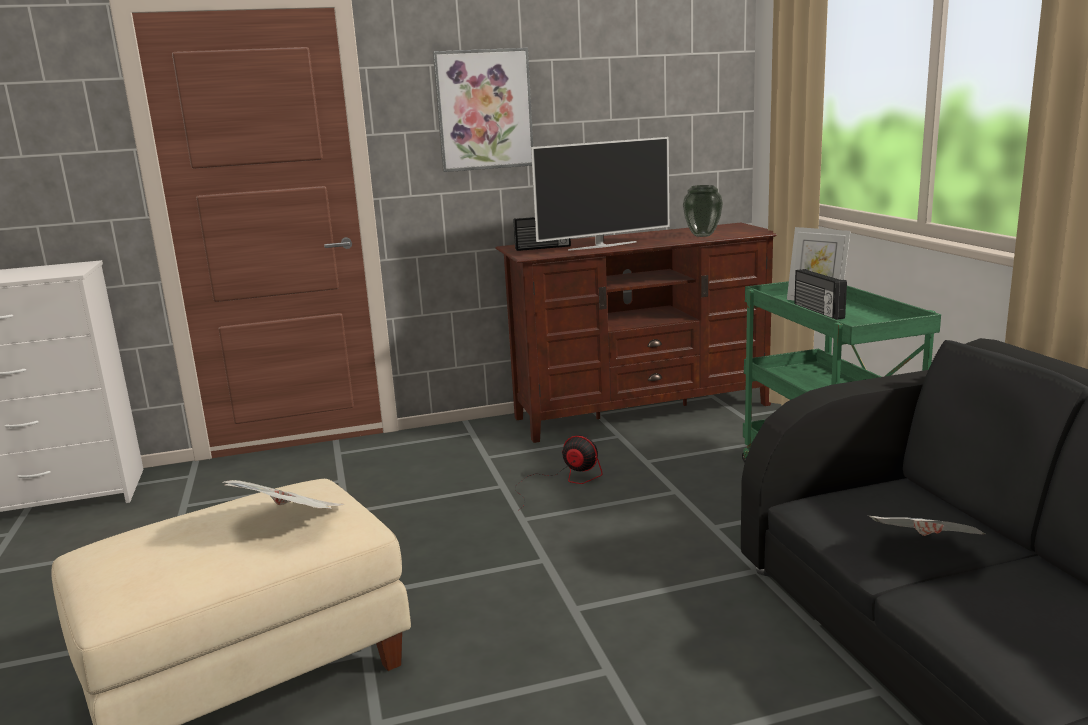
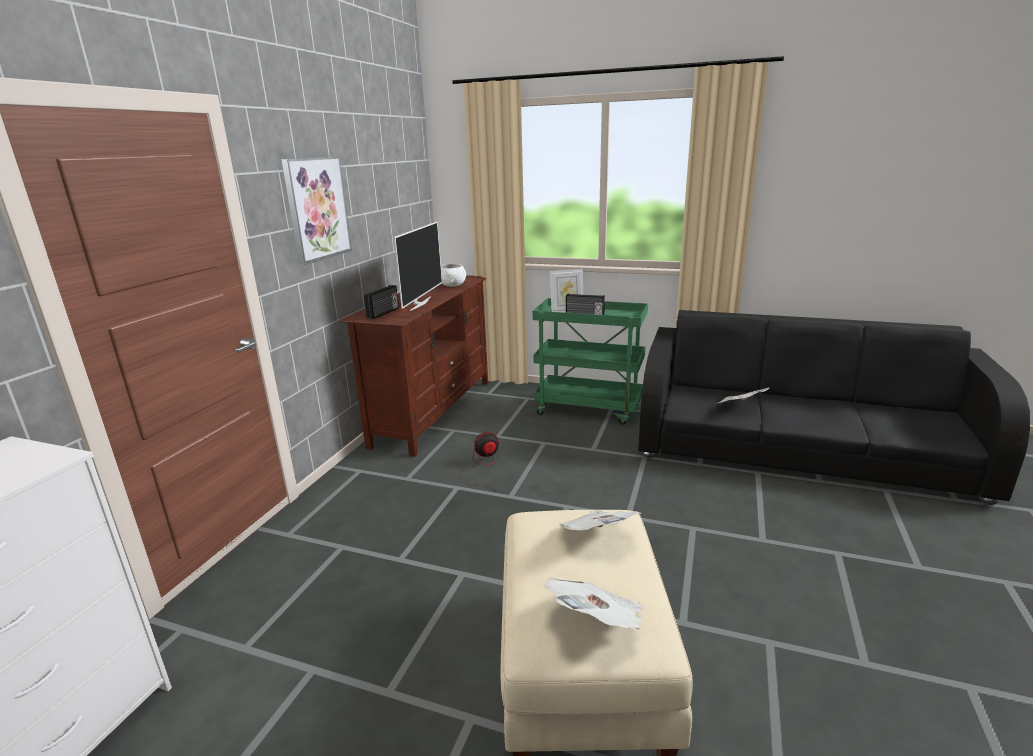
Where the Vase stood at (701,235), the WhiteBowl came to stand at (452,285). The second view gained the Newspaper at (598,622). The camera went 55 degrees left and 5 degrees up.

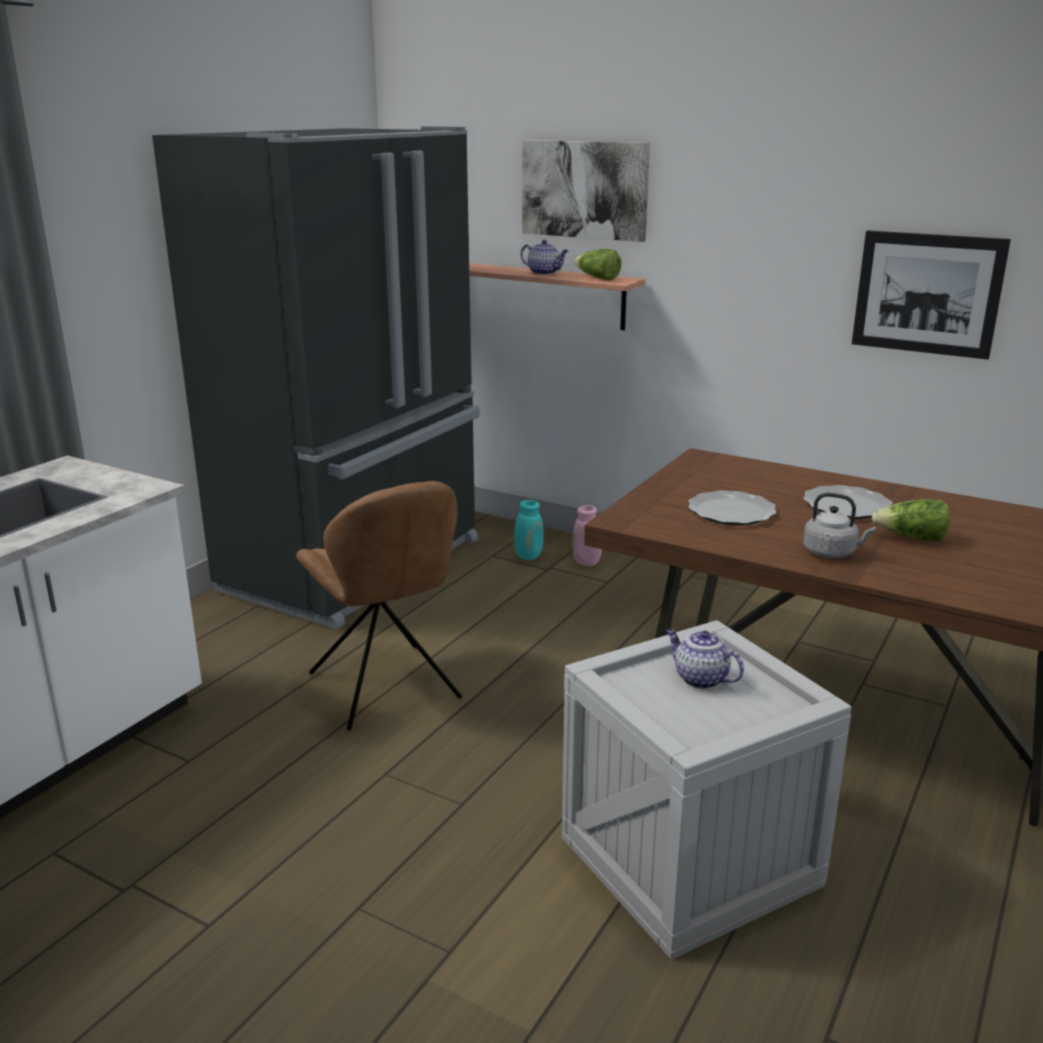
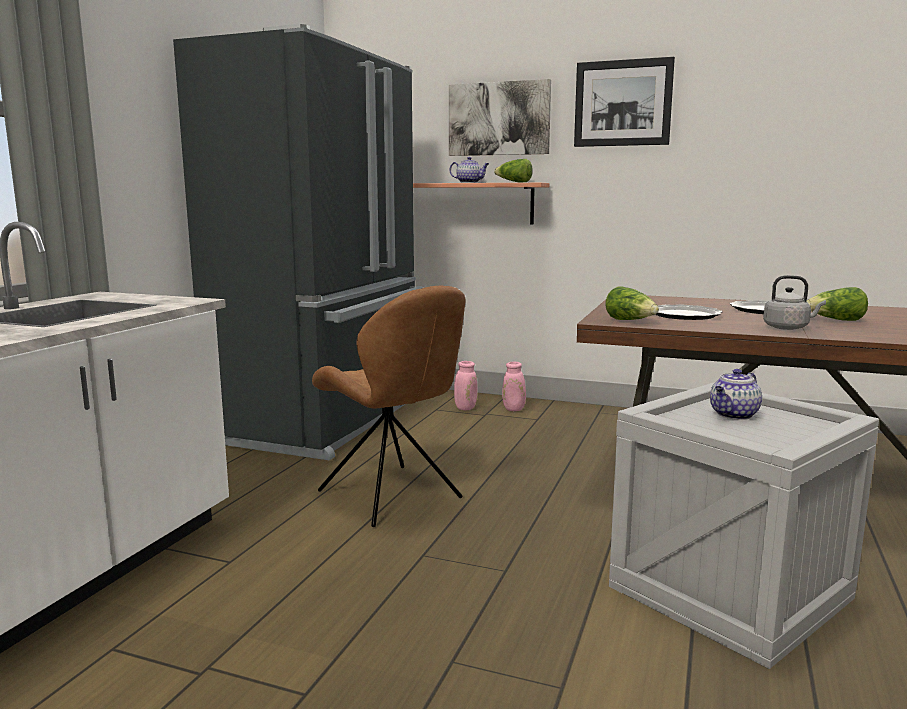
The Picture ended up elsewhere, having gone from (927,293) to (622,103). What was the TurquoiseVase at (529,556) turned into the PinkVase at (465,408). The Teapot at (699,679) ended up facing another way, 75 degrees counterclockwise from before. The second view gained the Lettuce at (631,321). The camera went 10 degrees left and 10 degrees down.

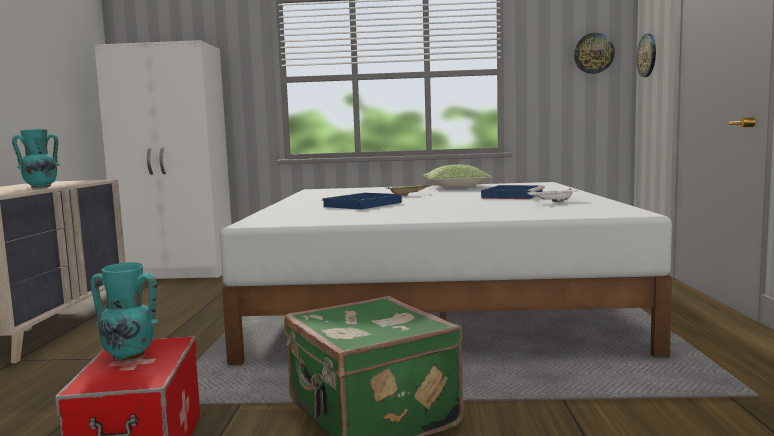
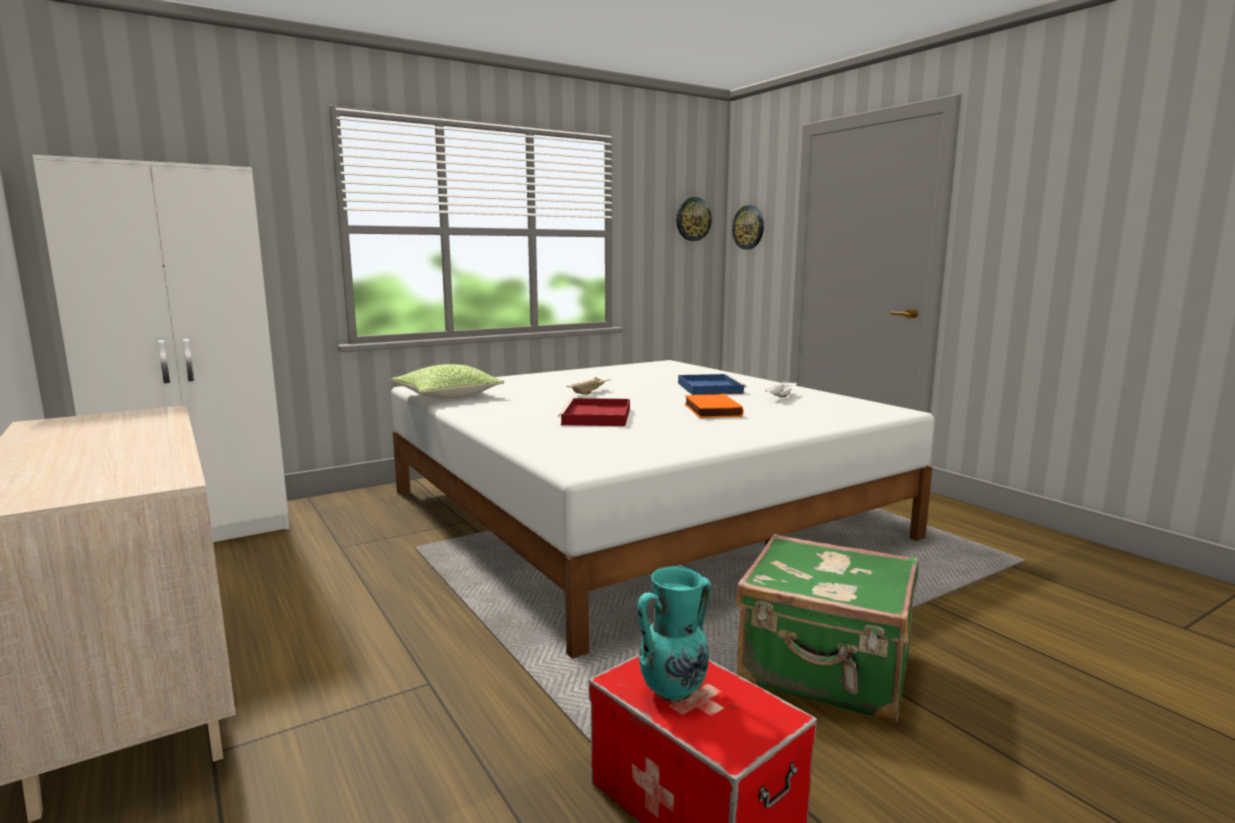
The second view lost the TurquoiseVase at (40,187). The Pillow ended up elsewhere, having gone from (456,187) to (448,396). What was the BlueTray at (362,205) turned into the RedTray at (597,417). The second view gained the OrangeBook at (710,410). The camera went 35 degrees left and 5 degrees up.

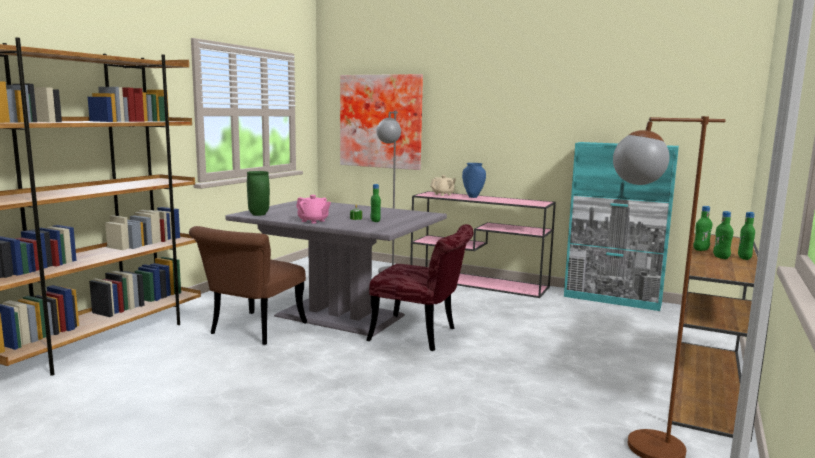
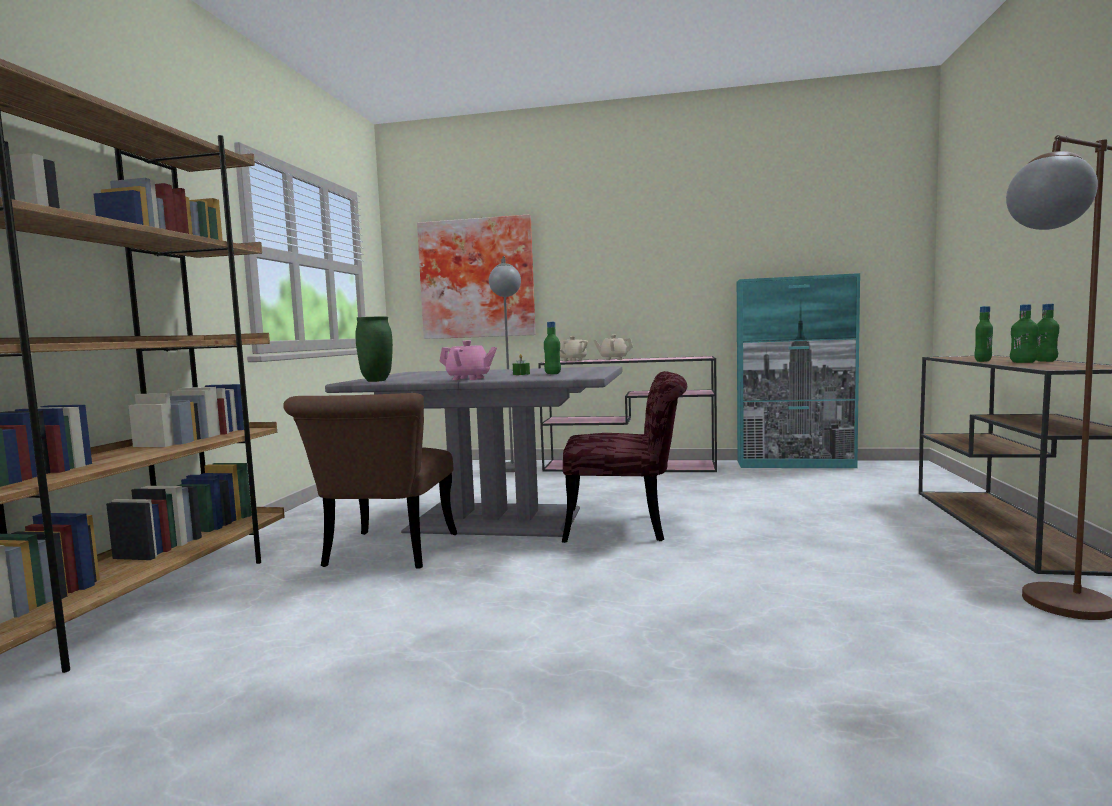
Where the BlueVase stood at (473,197), the BeigeTeapot came to stand at (613,359). The camera went 15 degrees left and 5 degrees down.

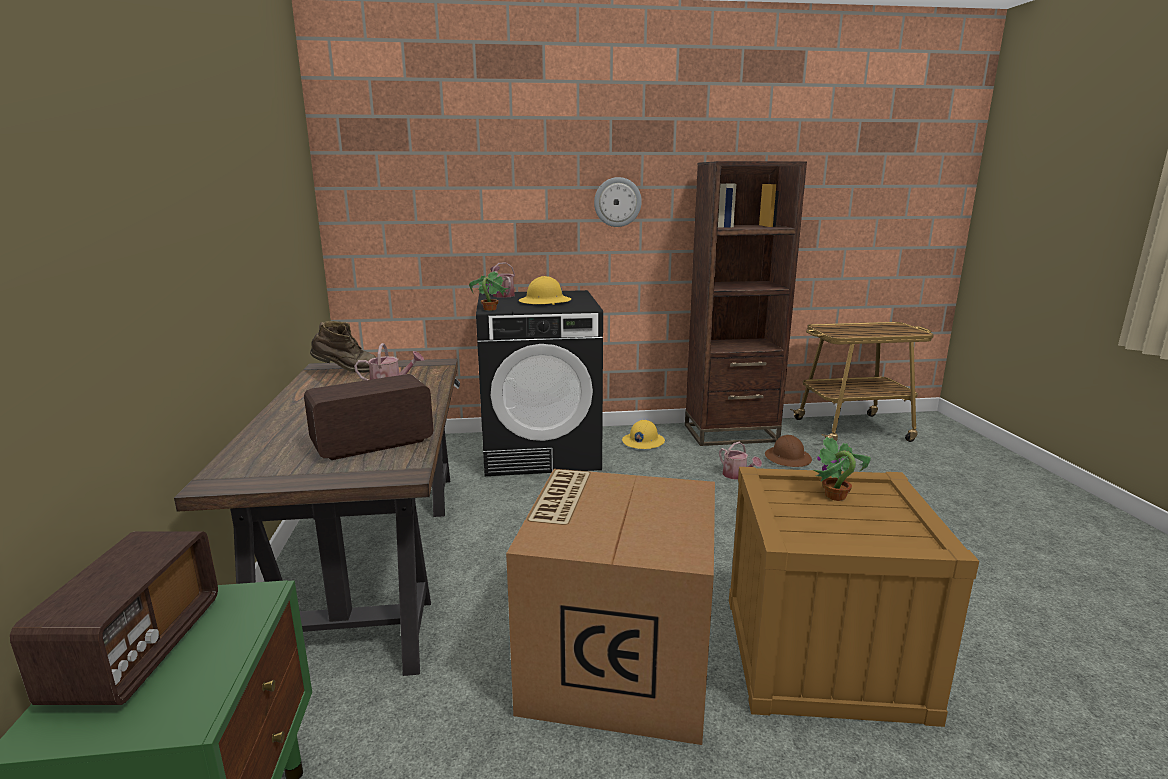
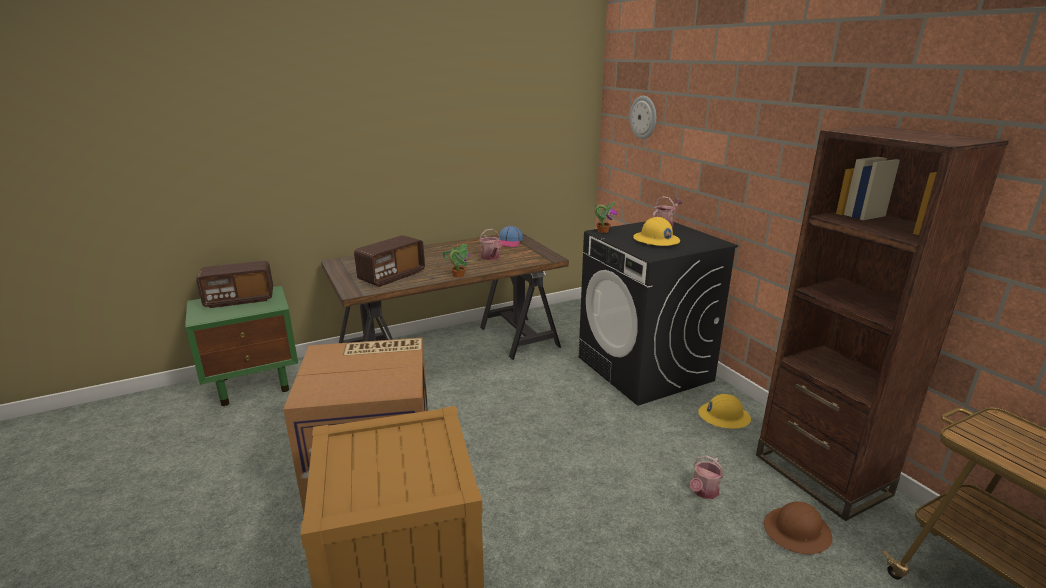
The WallClock ended up elsewhere, having gone from (617,202) to (644,117). Where the BrownBoot stood at (346,372), the Cap came to stand at (509,242). The Radio at (373,444) ended up facing another way, 90 degrees clockwise from before. The PottedPlant ended up elsewhere, having gone from (835,496) to (458,275). The camera went 70 degrees right and 5 degrees up.

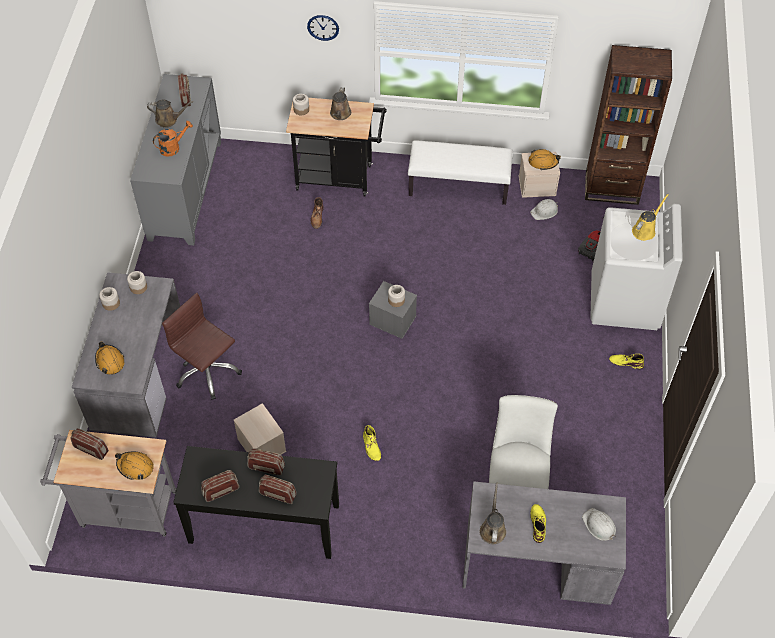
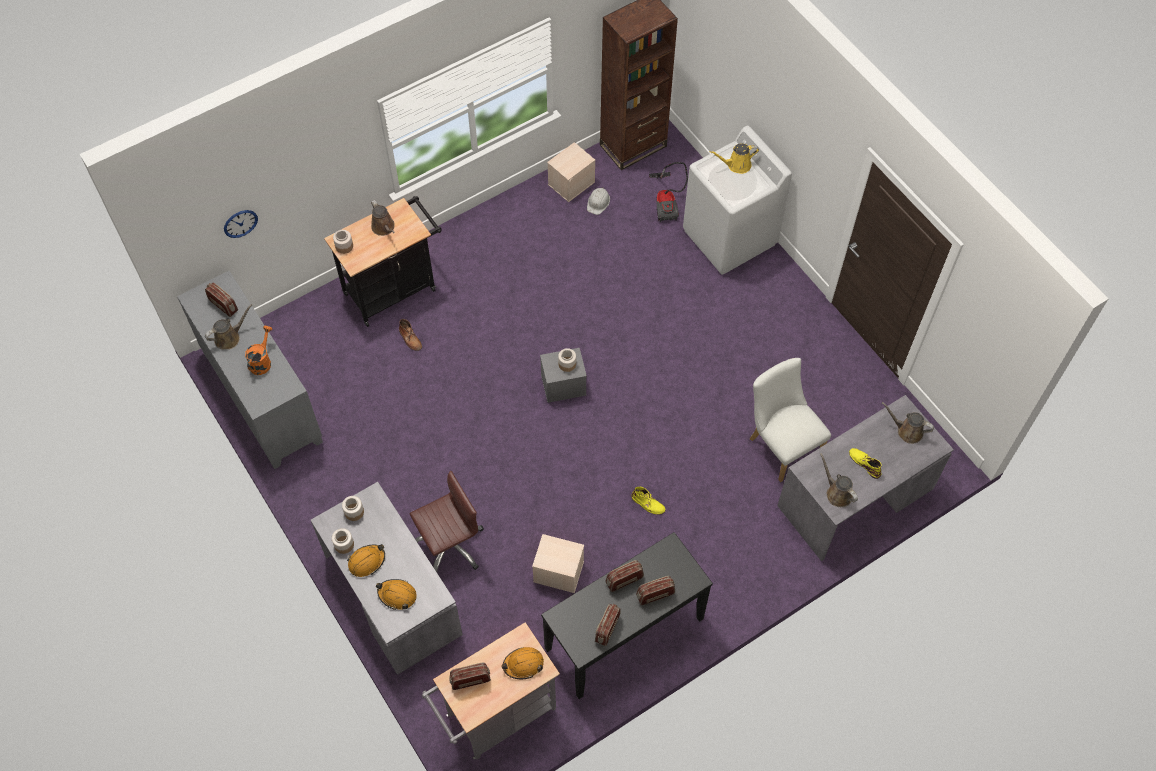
The WallClock ended up elsewhere, having gone from (323,27) to (240,223). The second view lost the WhiteBench at (459,186). The OrangeHardHat ended up elsewhere, having gone from (543,162) to (367,561). The YellowWateringCan at (645,230) ended up facing another way, 105 degrees counterclockwise from before. The BrownOfficeChair at (207,371) ended up facing another way, 150 degrees clockwise from before. The second view lost the YellowBoot at (626,362). Where the WhiteHardHat stood at (599,525), the BrownWateringCan came to stand at (907,431). The camera went 40 degrees left and 5 degrees up.

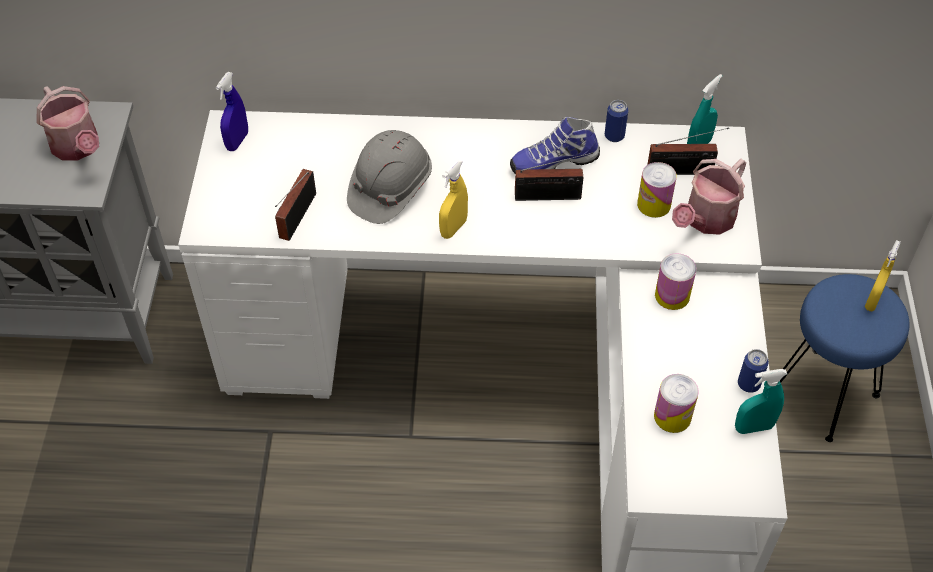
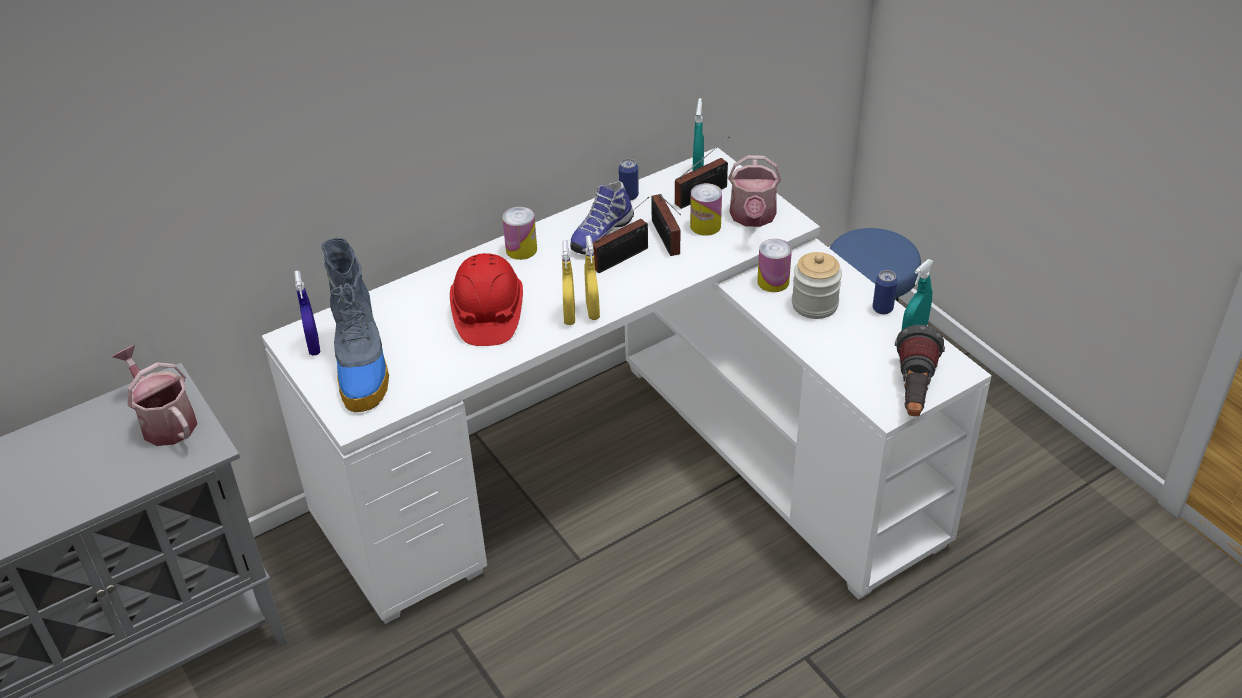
The WateringCan at (78,148) ended up facing another way, 150 degrees counterclockwise from before. What was the GreyHardHat at (389,189) turned into the RedHardHat at (487,315). The Radio ended up elsewhere, having gone from (295,218) to (666,239). The YellowSprayBottle ended up elsewhere, having gone from (872,300) to (592,310). The Can ended up elsewhere, having gone from (672,416) to (521,249). The second view gained the Boot at (362,366). The second view gained the Jar at (814,304). The second view gained the Flashlight at (914,392). The camera went 35 degrees left and 10 degrees down.

